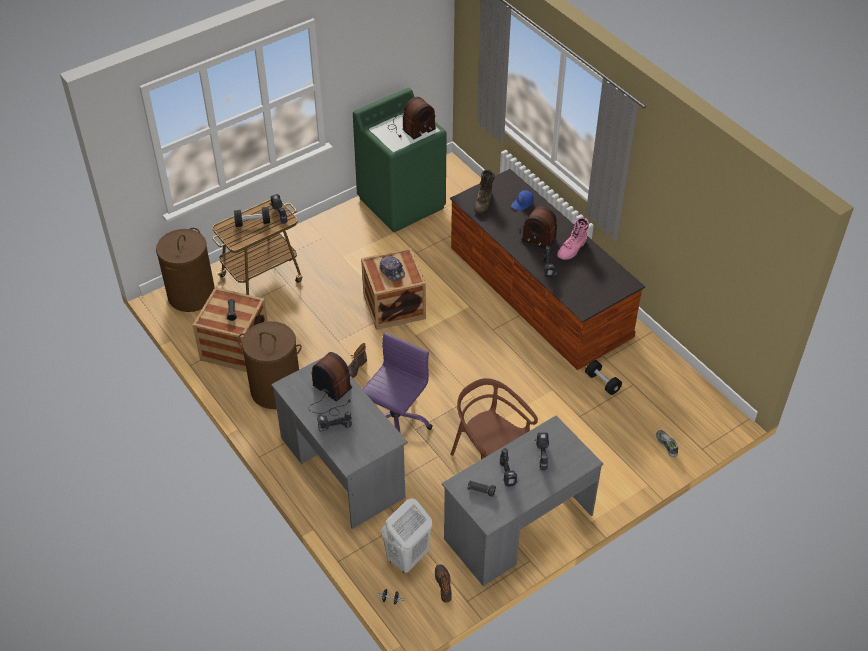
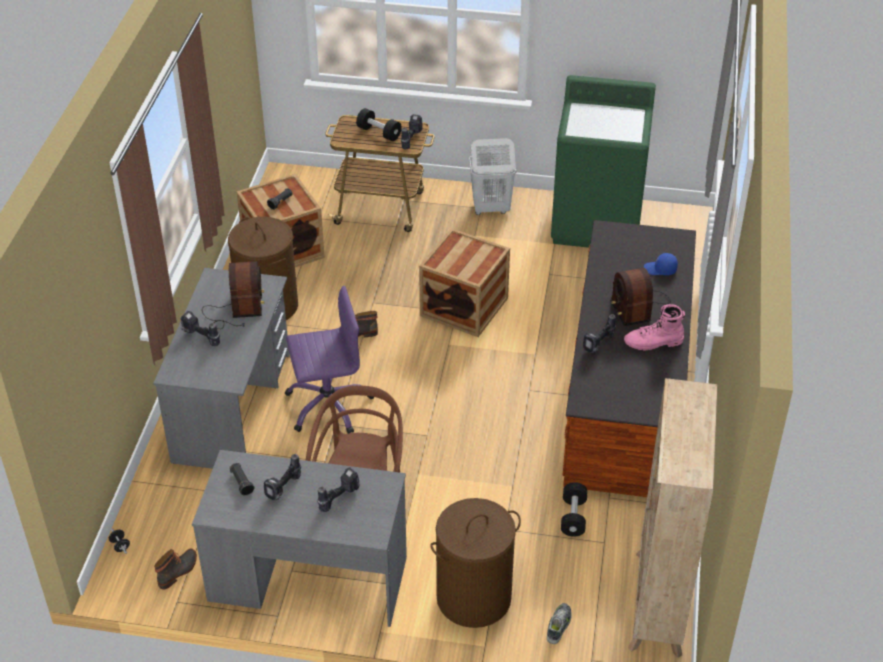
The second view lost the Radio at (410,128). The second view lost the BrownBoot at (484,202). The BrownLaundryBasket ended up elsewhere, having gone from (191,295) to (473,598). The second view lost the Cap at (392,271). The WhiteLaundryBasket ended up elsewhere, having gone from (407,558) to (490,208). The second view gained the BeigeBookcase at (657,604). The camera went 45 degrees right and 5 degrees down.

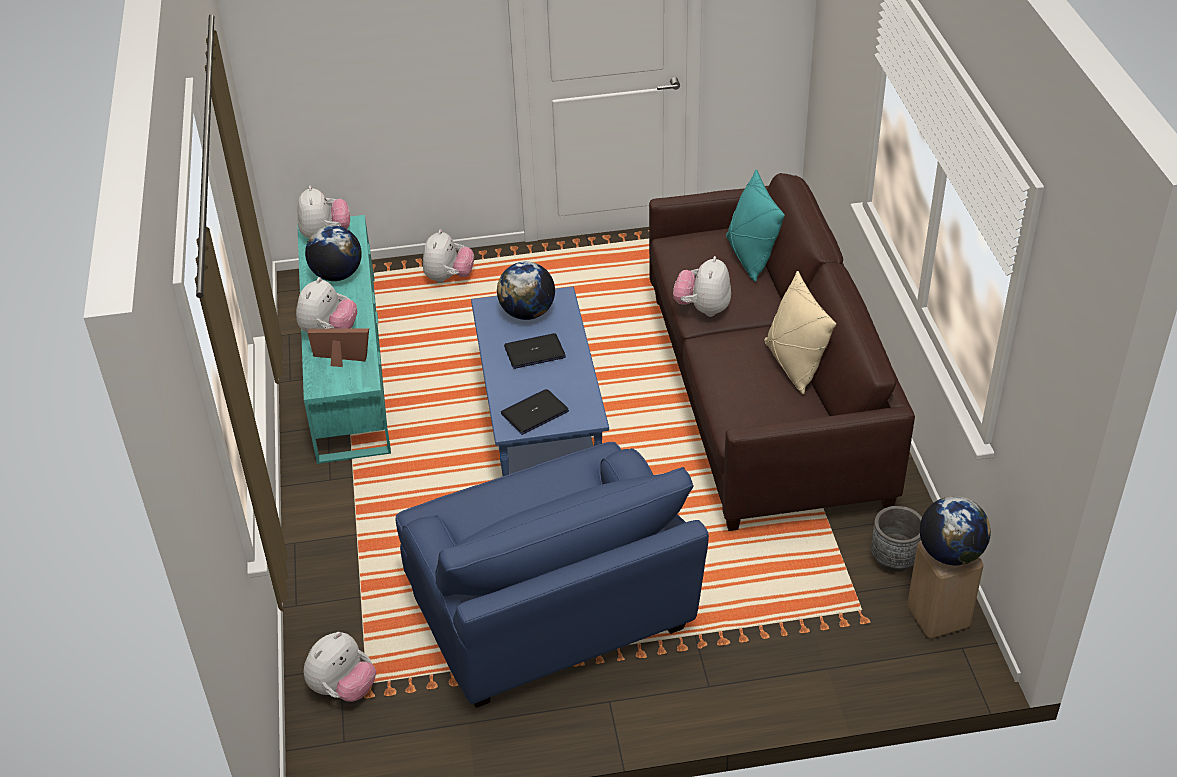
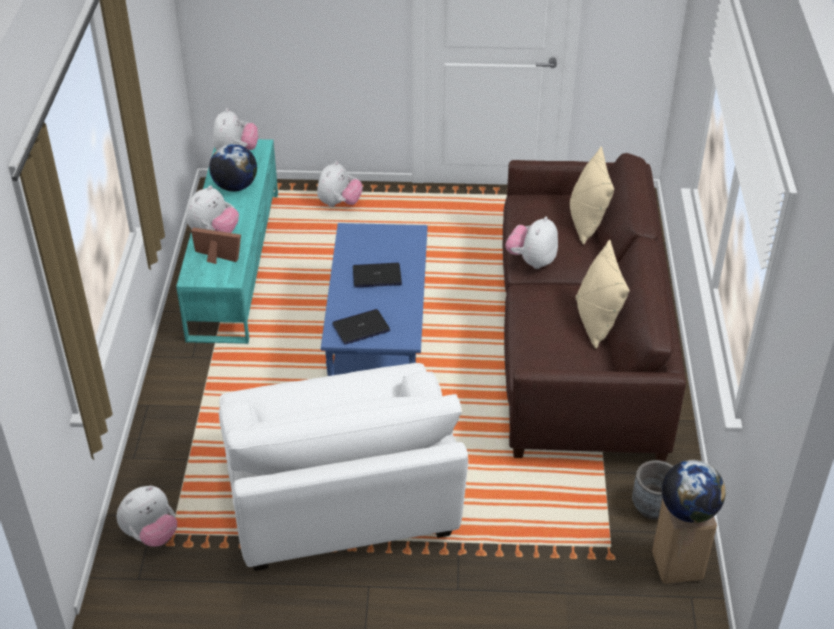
What was the TurquoisePillow at (750,257) turned into the BeigePillow at (586,223). The second view lost the Globe at (527,313). What was the BlueArmchair at (551,615) turned into the WhiteArmchair at (341,503). The camera went 10 degrees right and 0 degrees up.

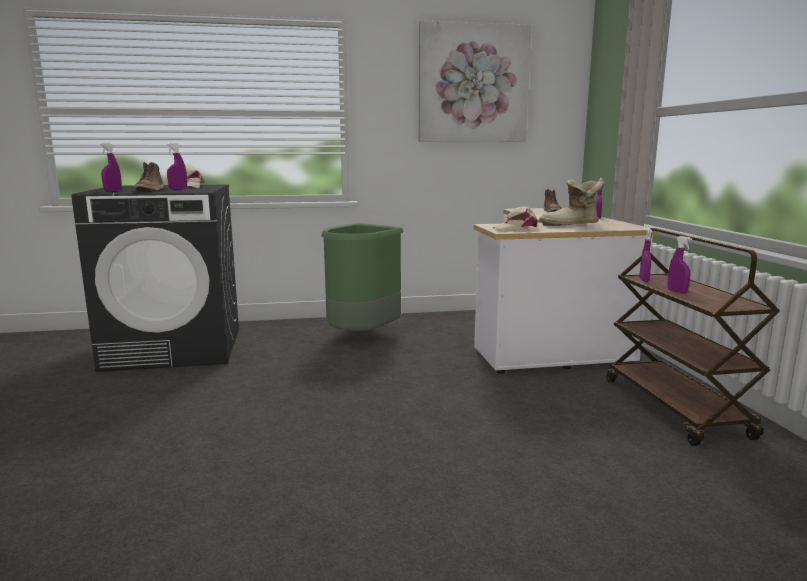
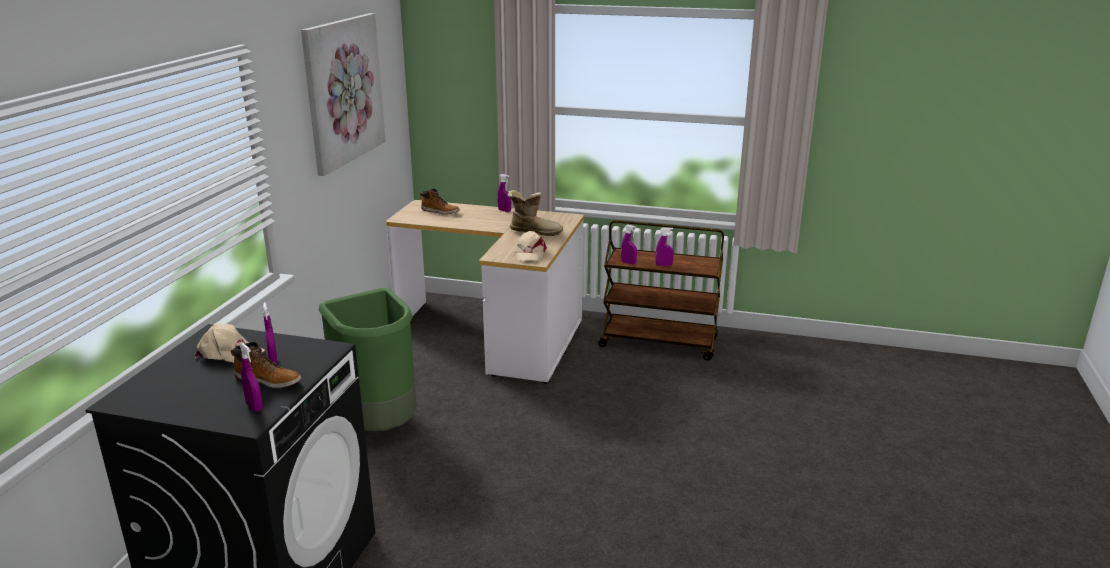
The Boot at (571,225) ended up facing another way, 105 degrees counterclockwise from before. The camera went 65 degrees left and 10 degrees up.

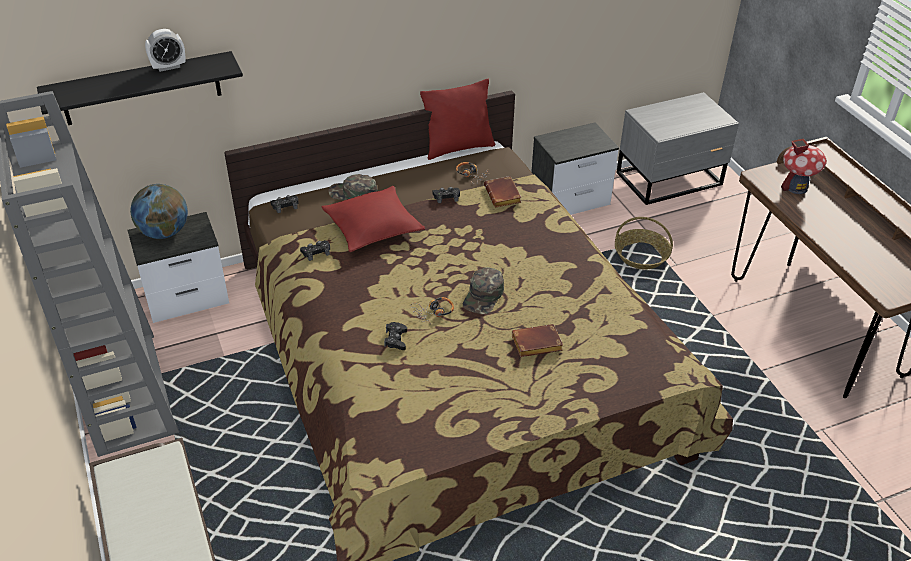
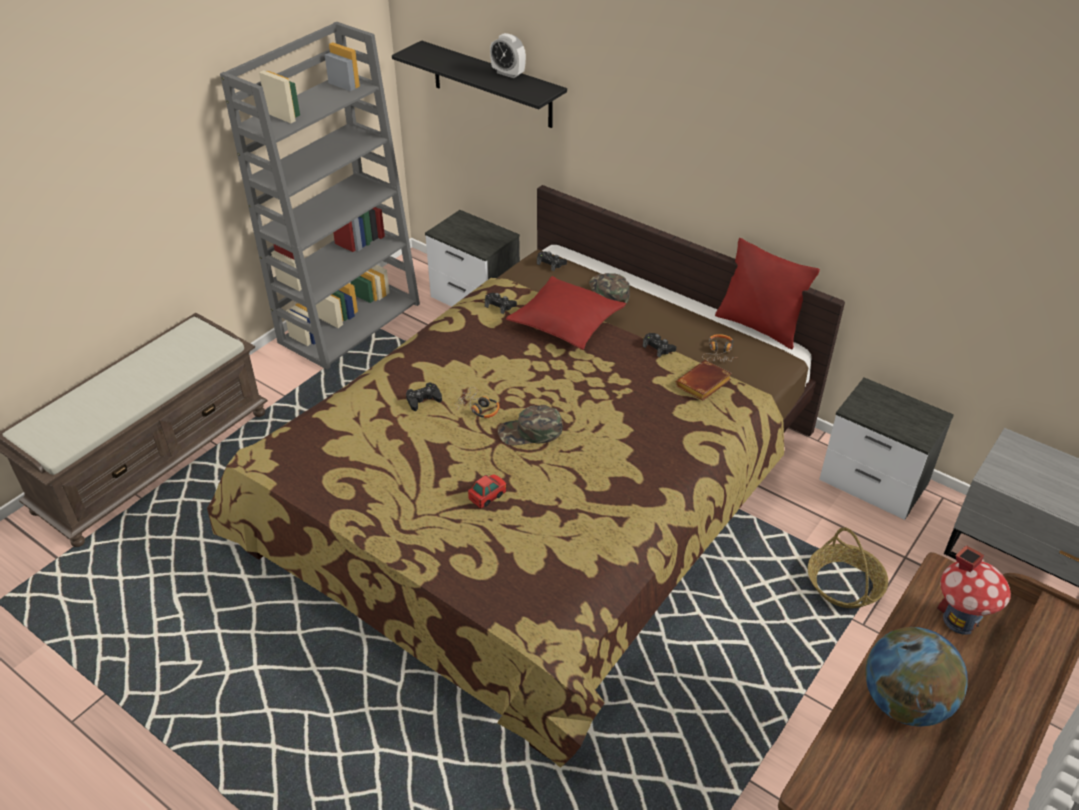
The Globe ended up elsewhere, having gone from (164,232) to (904,702). Where the BrownBook stood at (535,345), the ToyCar came to stand at (488,496). The camera went 60 degrees right and 0 degrees up.

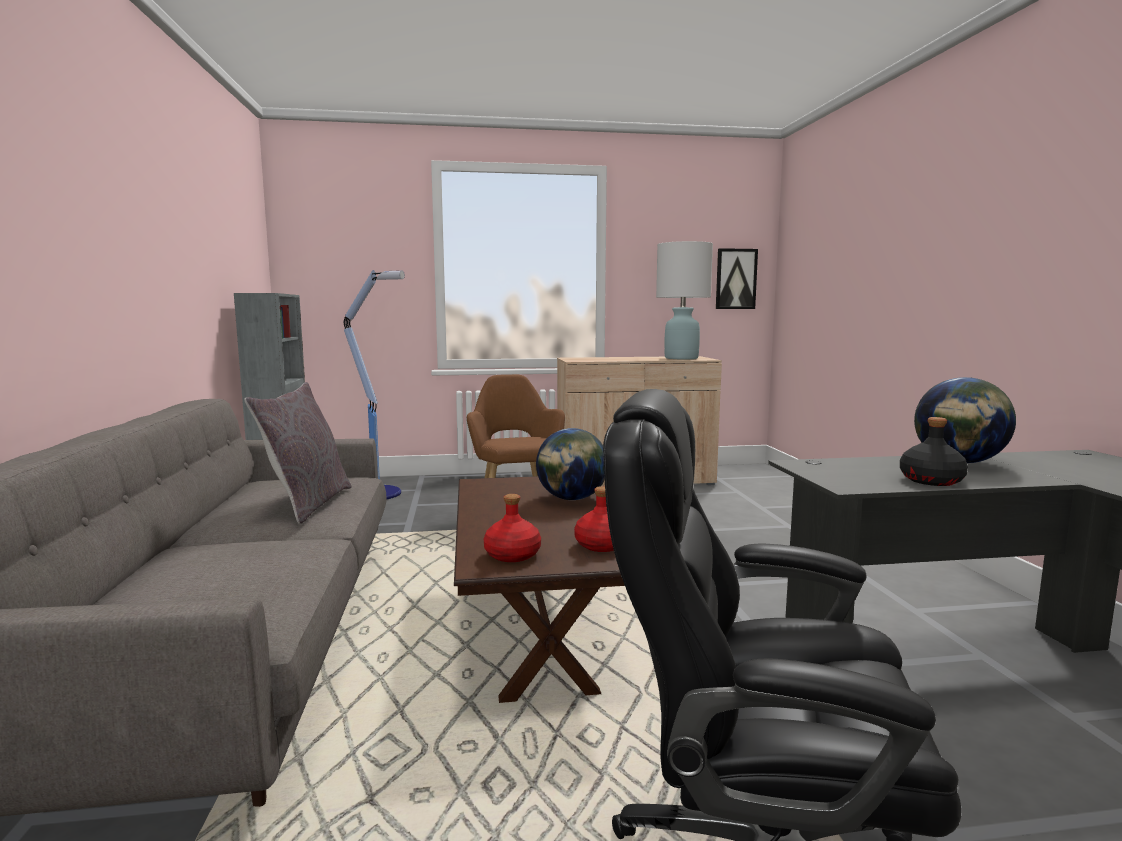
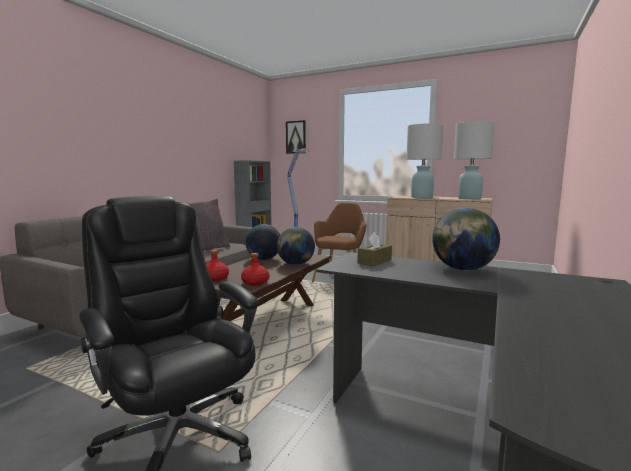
The Picture ended up elsewhere, having gone from (736,279) to (296,137). The second view lost the BlackBottle at (930,481). The second view gained the WhiteTableLamp at (421,197). The second view gained the Globe at (263,259). The second view gained the BrownTissueBox at (374,261). The camera went 35 degrees right and 0 degrees up.

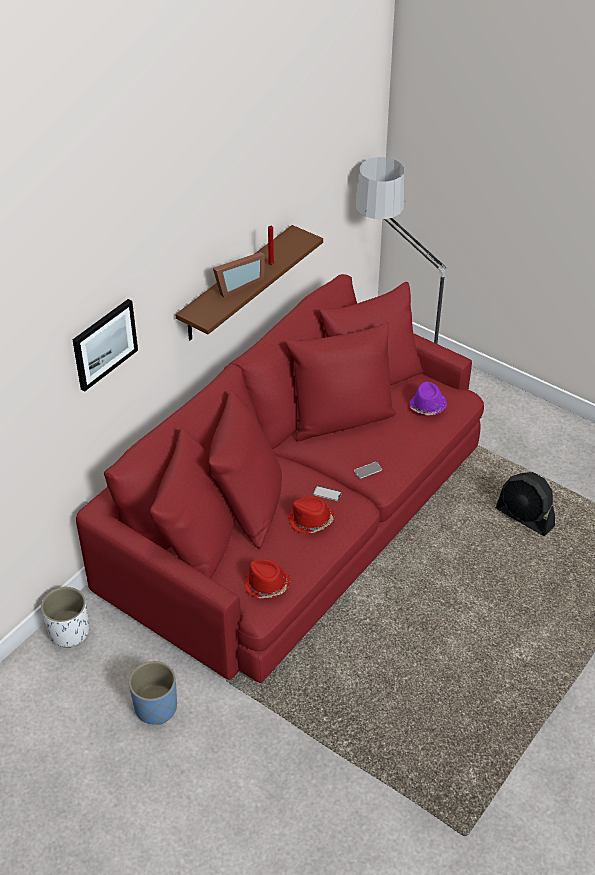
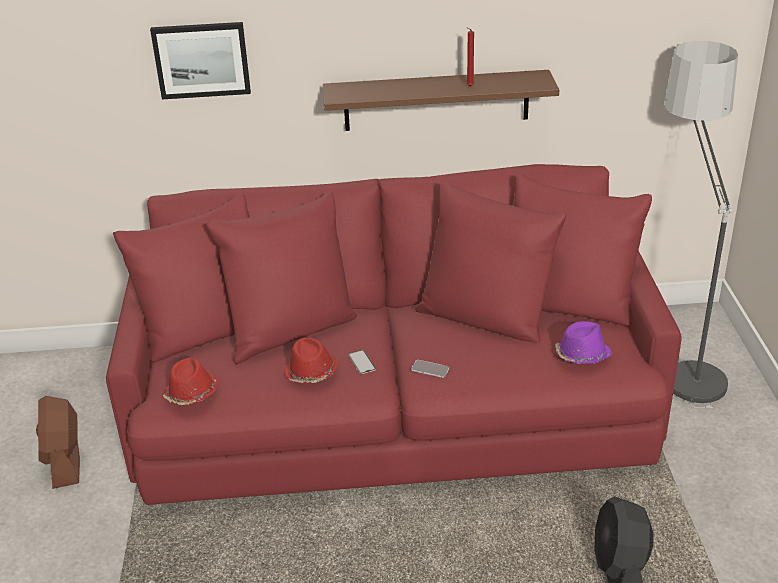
The second view lost the PictureFrame at (236,285). The second view lost the WhitePlanter at (69,631). Where the BluePlanter stood at (156,707), the BrownFan came to stand at (64,461). The camera went 50 degrees right and 10 degrees down.

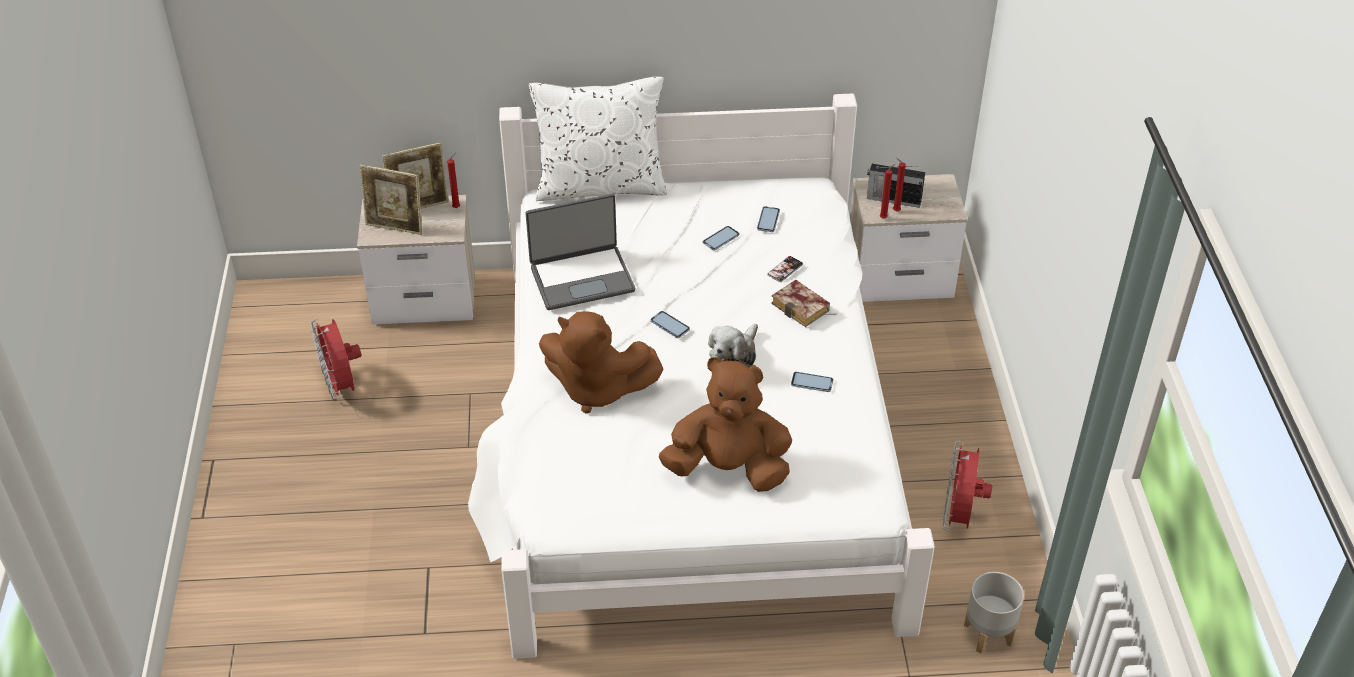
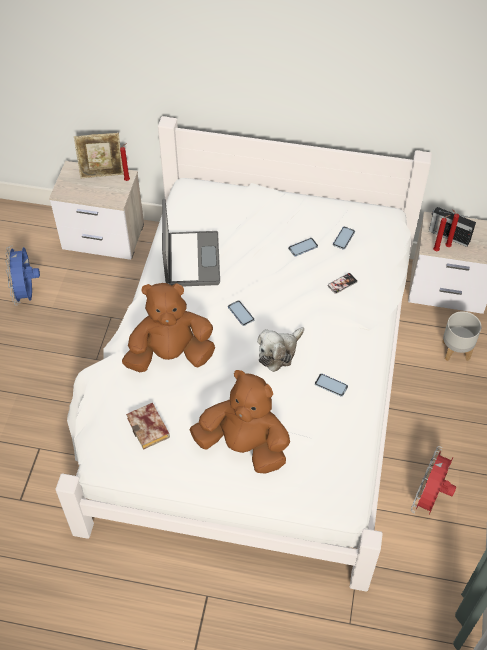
The second view lost the WhitePillow at (600,185). The second view lost the PictureFrame at (395,227). The Laptop at (582,278) ended up facing another way, 90 degrees counterclockwise from before. The Book ended up elsewhere, having gone from (803,308) to (150,429). The BrownPlushToy at (596,389) ended up facing another way, 135 degrees clockwise from before. What was the RedFan at (342,387) turned into the BlueFan at (27,293). The GreyPlanter ended up elsewhere, having gone from (989,634) to (456,350). The camera went 15 degrees right and 10 degrees up.

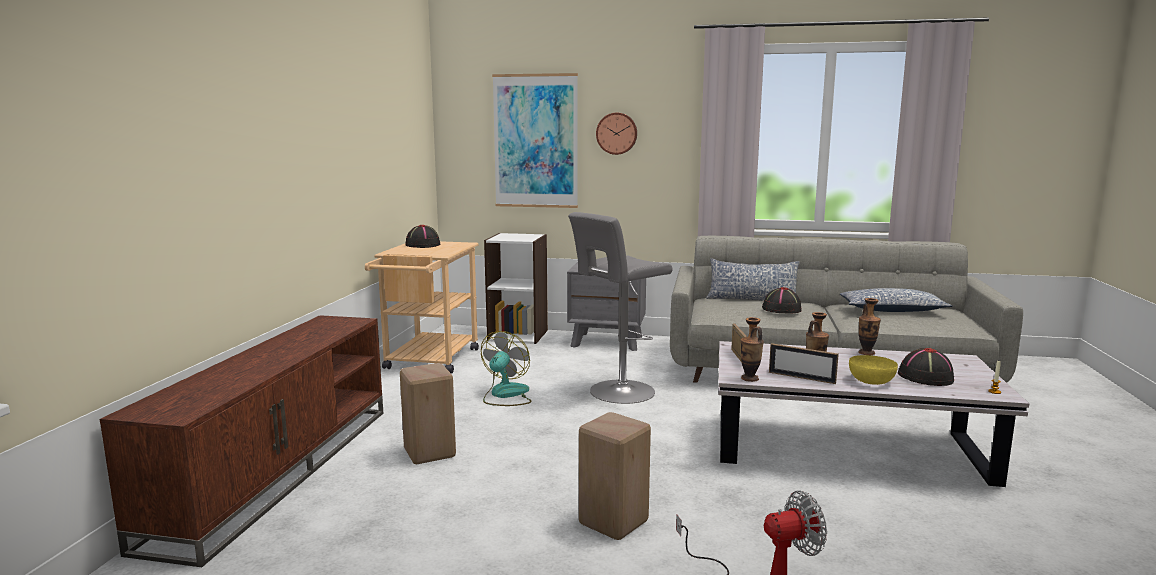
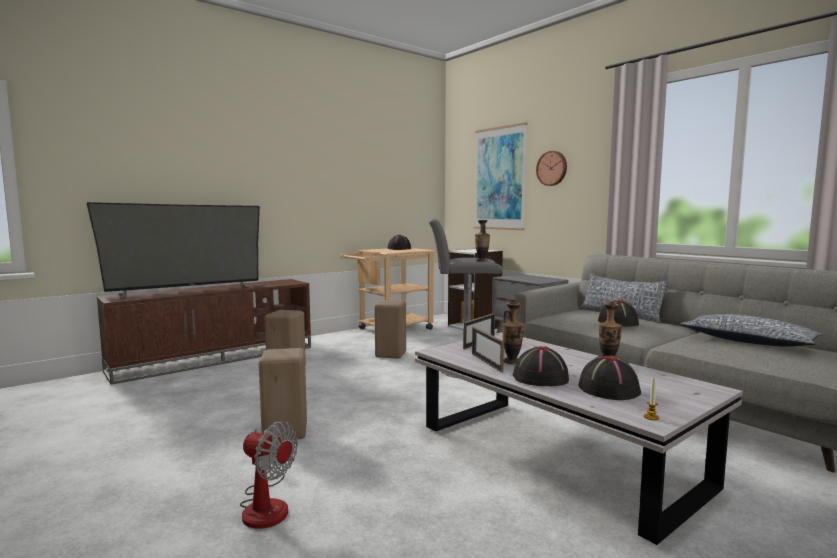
The Vase ended up elsewhere, having gone from (749,378) to (481,261). Where the Fan stood at (505,395), the BeigeStool came to stand at (390,354). Where the YellowBowl stood at (871,381), the BlackHat came to stand at (540,378). The second view gained the Television at (186,291). The camera went 40 degrees right and 5 degrees down.

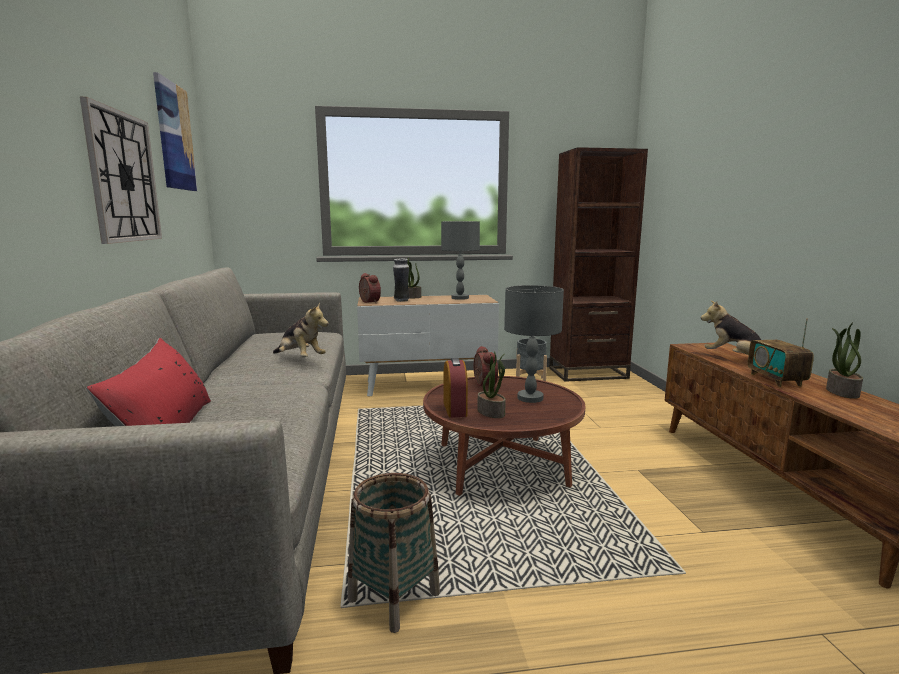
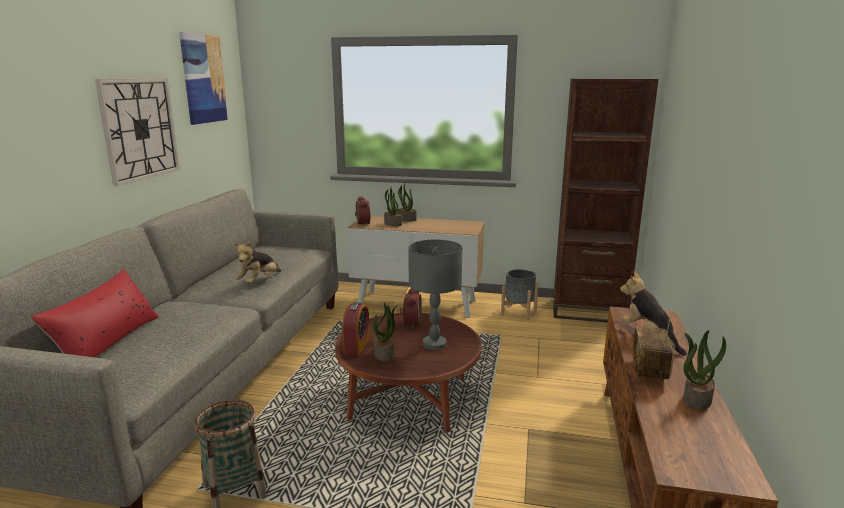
The second view lost the GreyTableLamp at (460,298). Where the Vase stood at (401,300), the PottedPlant came to stand at (392,224). The PlushToy at (300,359) ended up facing another way, 60 degrees clockwise from before. The camera went 20 degrees right and 5 degrees up.

